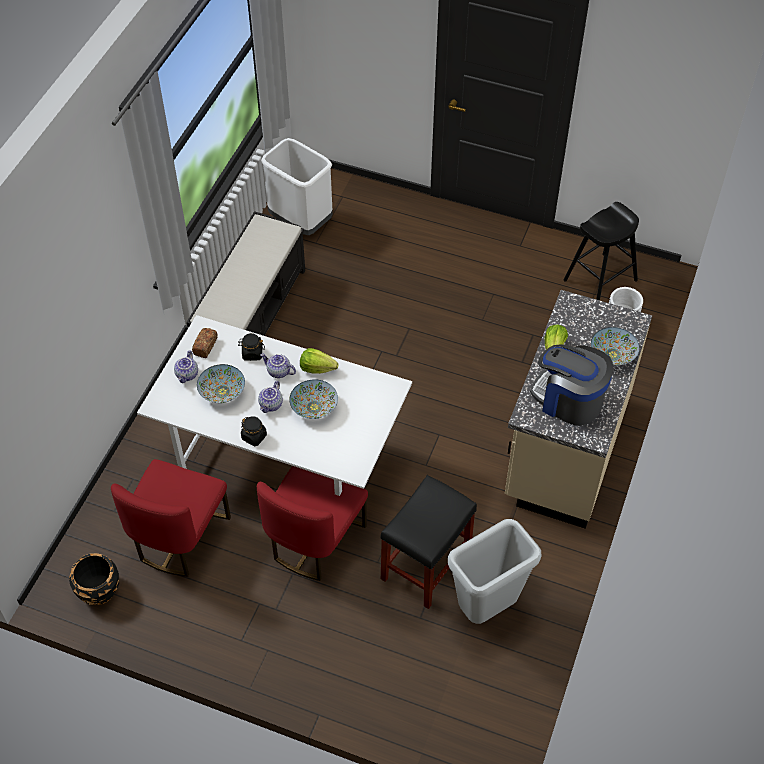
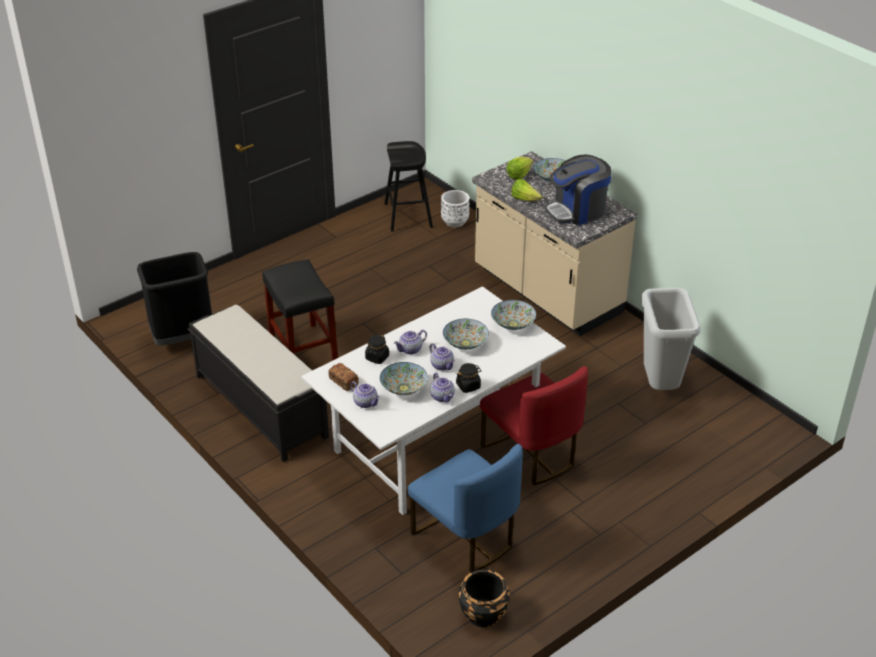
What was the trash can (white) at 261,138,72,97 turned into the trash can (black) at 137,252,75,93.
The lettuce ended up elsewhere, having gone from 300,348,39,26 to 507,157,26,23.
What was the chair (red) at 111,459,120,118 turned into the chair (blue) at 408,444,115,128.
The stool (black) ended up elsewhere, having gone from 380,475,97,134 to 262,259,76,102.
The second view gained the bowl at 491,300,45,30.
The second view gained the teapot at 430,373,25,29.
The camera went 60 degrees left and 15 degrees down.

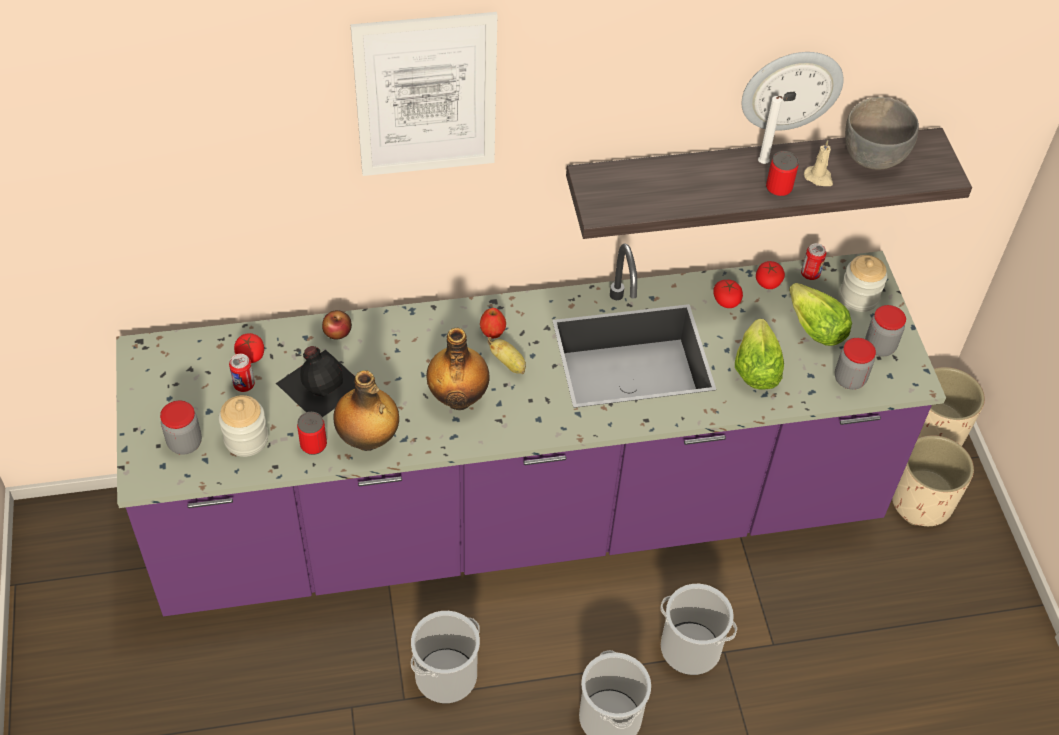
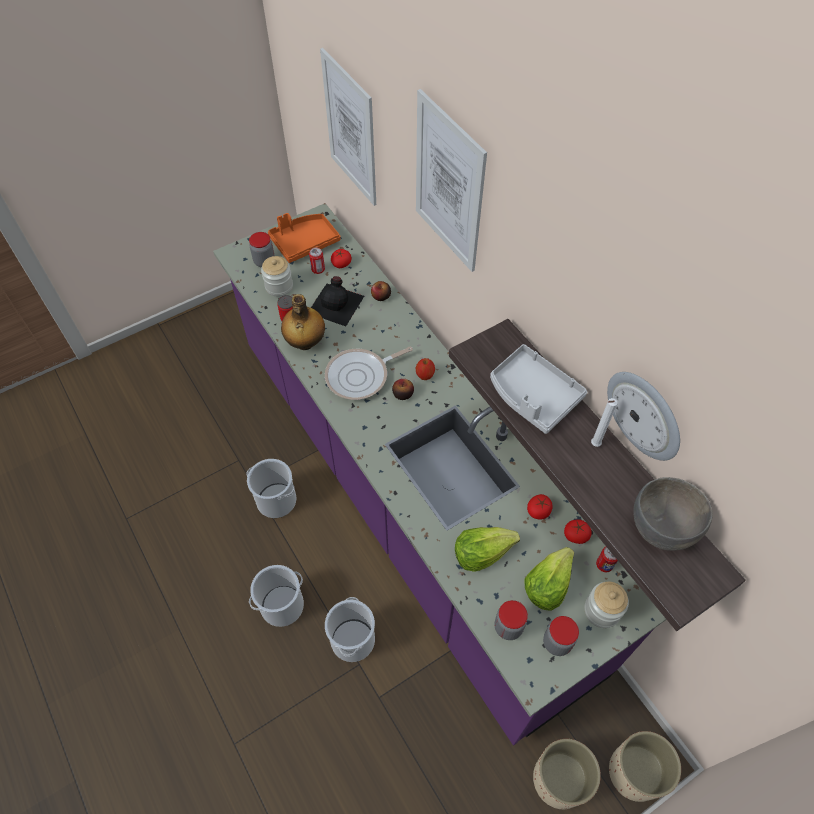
The second view lost the candle (beige) at 804,140,29,46.
The second view lost the can at 766,151,33,46.
Where the bottle stood at 426,328,64,82, the frying pan came to stand at 325,347,88,53.
Where the banana stood at 487,337,39,37, the apple came to stand at 392,379,22,21.
The second view gained the picture at 320,48,56,158.
The second view gained the tray (orange) at 268,213,73,50.
The second view gained the tray (grey) at 490,344,97,90.
The camera went 70 degrees right and 5 degrees up.

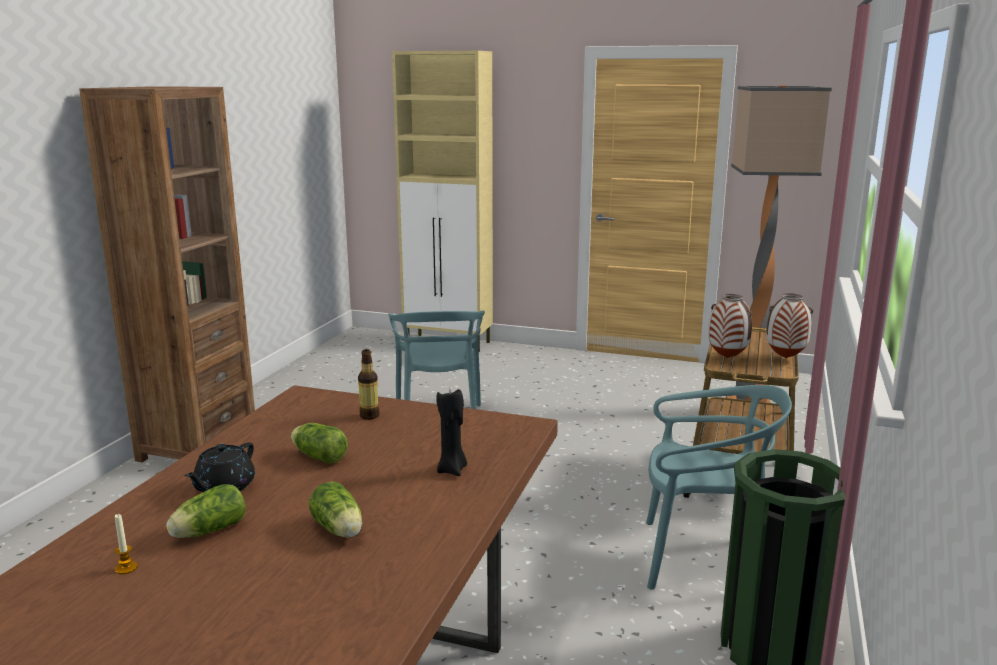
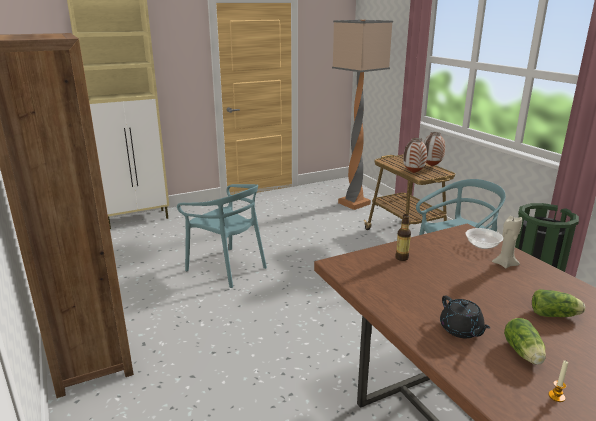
What was the candle (black) at 437,389,30,87 turned into the candle (beige) at 492,216,30,53.
The second view lost the lettuce at 291,423,57,41.
The second view gained the bowl at 466,228,37,21.
The camera went 45 degrees left and 5 degrees up.

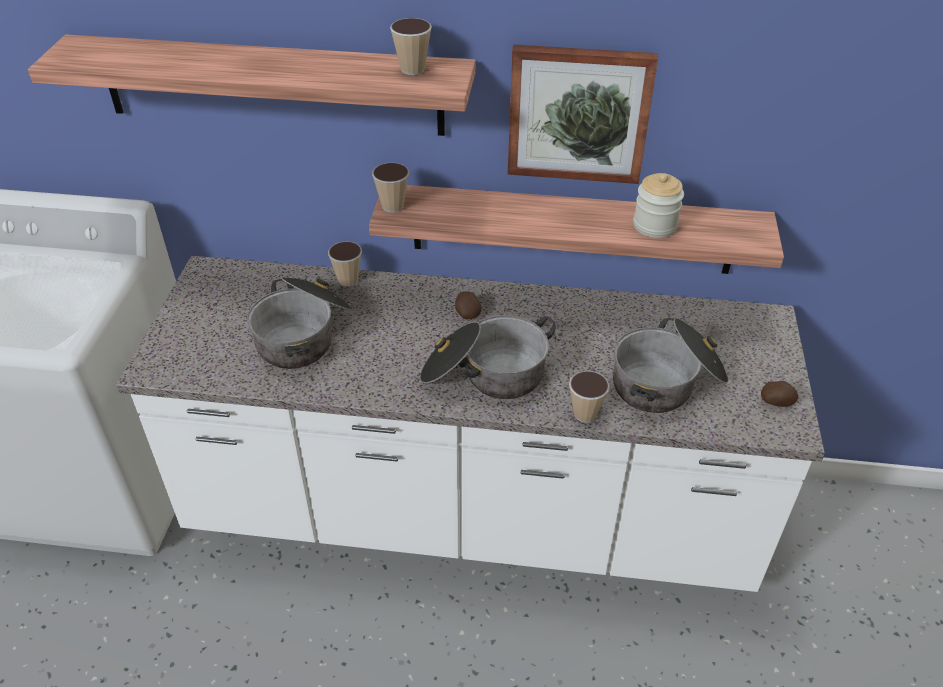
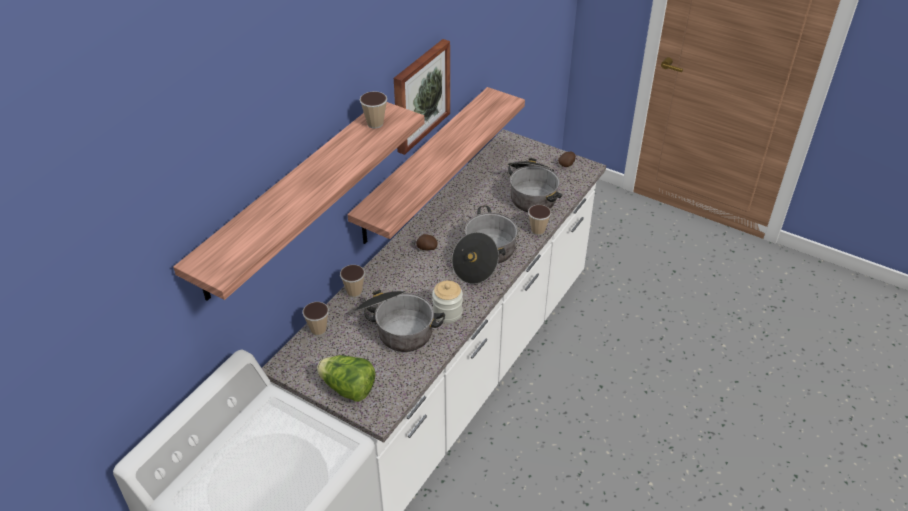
The cup ended up elsewhere, having gone from 372,163,37,50 to 302,302,27,34.
The jar ended up elsewhere, having gone from 633,173,51,65 to 432,281,31,42.
The second view gained the lettuce at 317,355,58,47.
The camera went 65 degrees left and 0 degrees up.

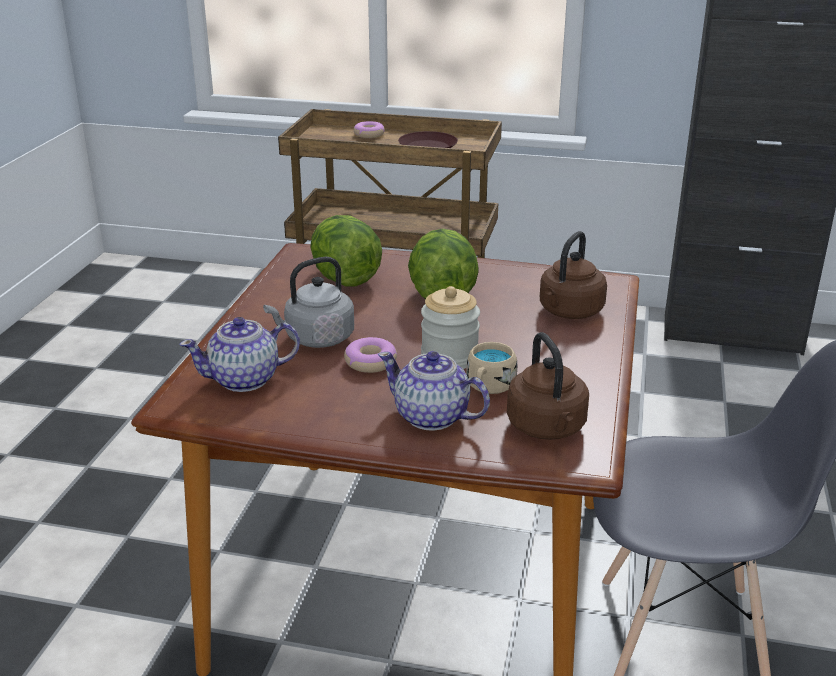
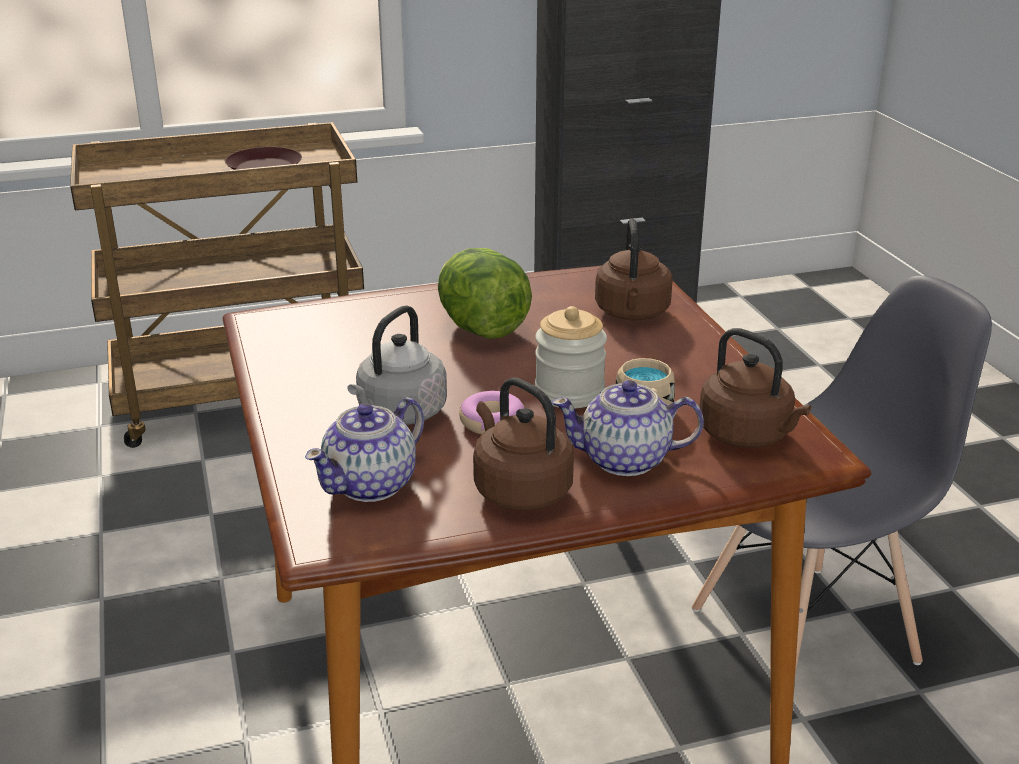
The second view lost the donut at 354,121,31,17.
The second view lost the lettuce at 310,215,72,72.
The second view gained the kettle (brown) at 473,378,101,133.
The camera went 30 degrees left and 0 degrees up.

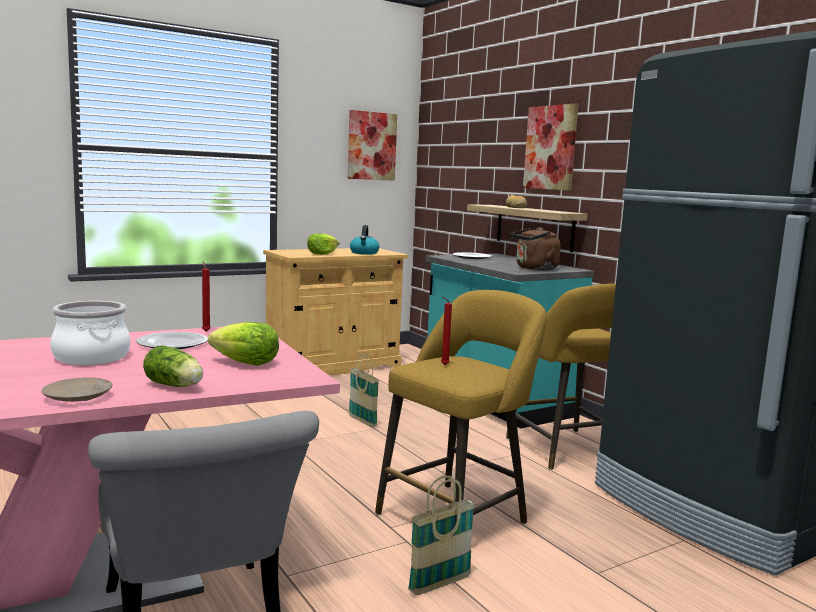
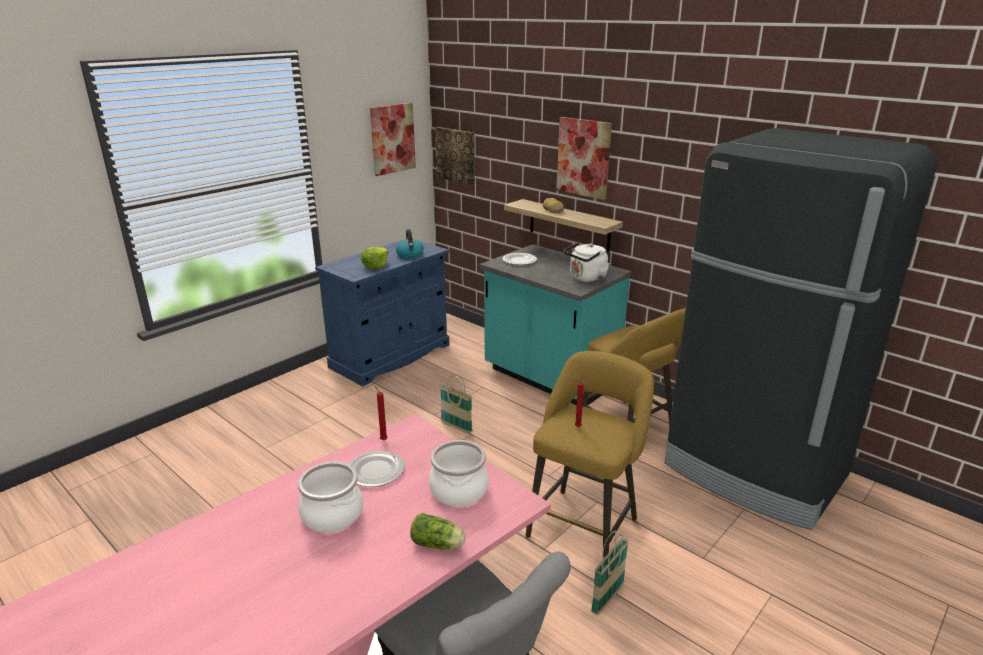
What was the kettle (brown) at 510,227,51,43 turned into the kettle (white) at 564,242,45,40.
What was the cabinet (beige) at 263,248,145,127 turned into the cabinet (blue) at 315,238,134,148.
Where the lettuce stood at 208,322,71,44, the cooking pot came to stand at 429,440,60,67.
The second view lost the plate (beige) at 41,377,71,25.
The second view gained the picture at 435,127,40,58.
The camera went 15 degrees left and 15 degrees up.

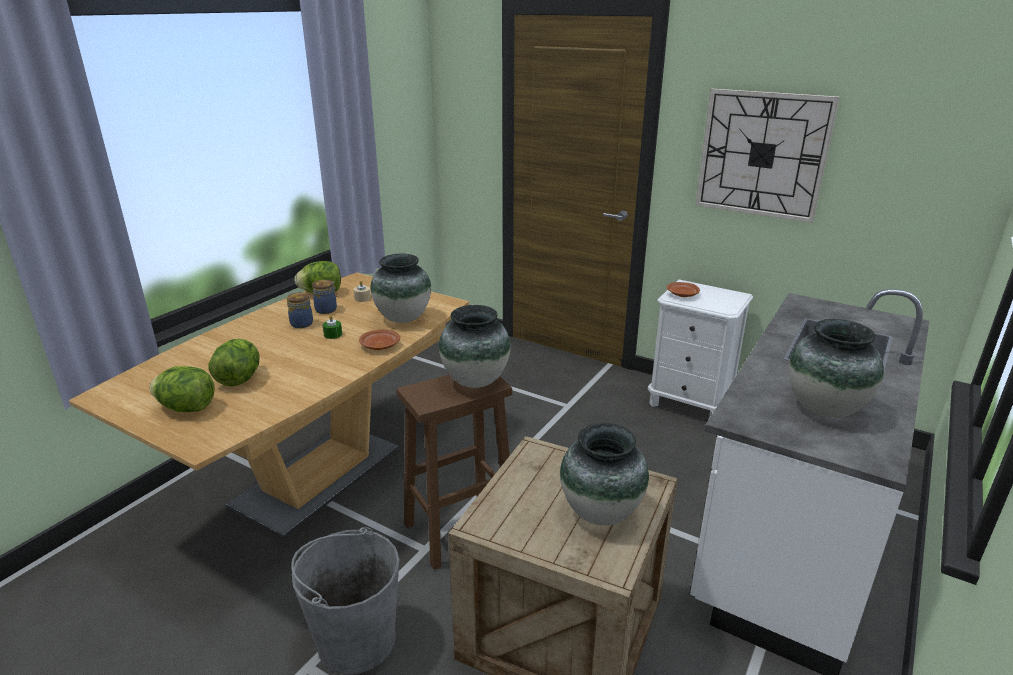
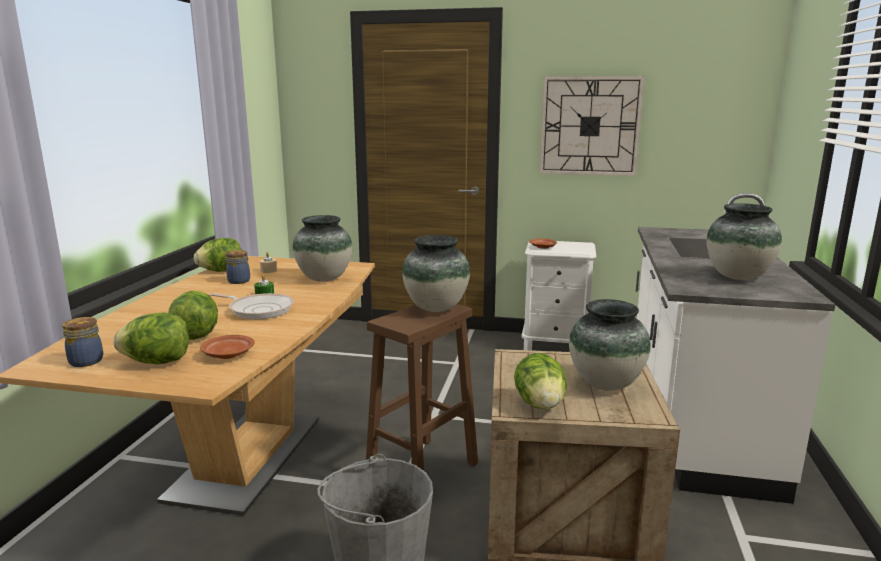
The jar ended up elsewhere, having gone from 287,292,26,36 to 62,317,41,50.
The plate (brown) ended up elsewhere, having gone from 359,330,41,20 to 200,335,55,24.
The second view gained the frying pan at 209,293,85,26.
The second view gained the lettuce at 514,353,53,56.
The camera went 20 degrees left and 10 degrees down.

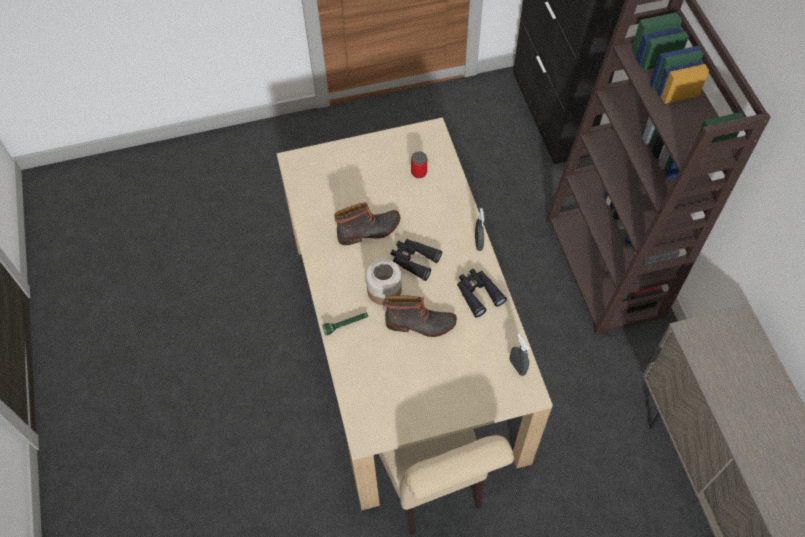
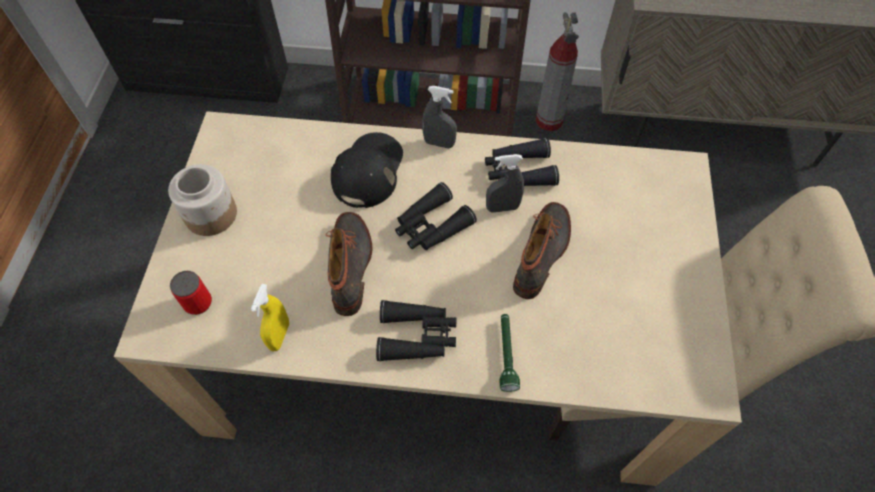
The can ended up elsewhere, having gone from 411,152,16,26 to 170,271,42,44.
The jar ended up elsewhere, having gone from 366,259,36,46 to 168,164,69,72.
The spray bottle (grey) ended up elsewhere, having gone from 510,334,19,42 to 486,154,38,59.
The second view gained the fire extinguisher at 536,12,43,119.
The second view gained the cap (black) at 331,132,72,76.
The second view gained the spray bottle (yellow) at 251,284,38,67.
The second view gained the binoculars (black) at 376,300,80,62.
The camera went 70 degrees left and 0 degrees up.

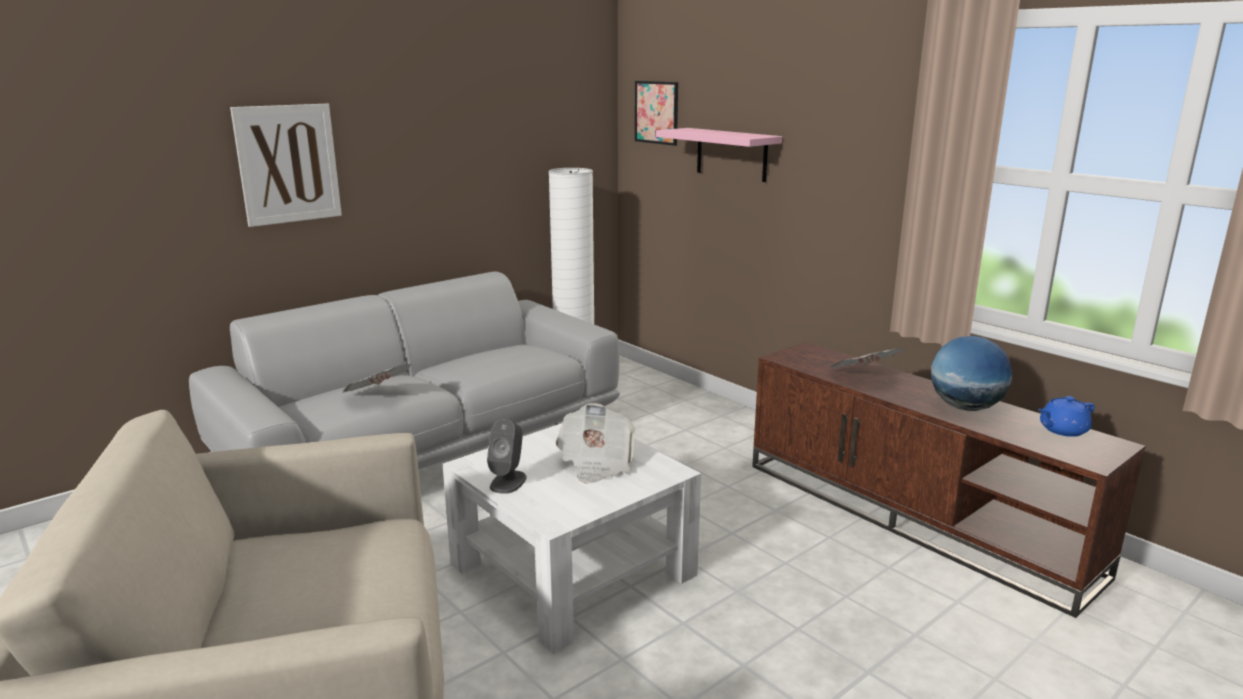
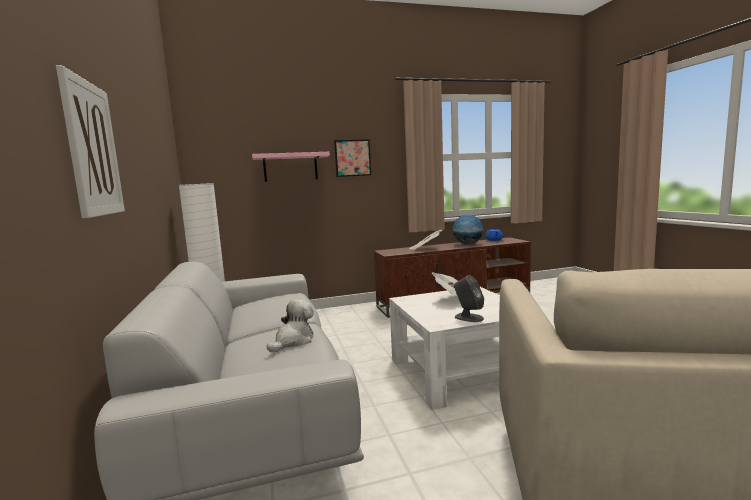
The picture ended up elsewhere, having gone from 635,81,43,65 to 334,139,37,38.
Where the newspaper stood at 342,364,69,29, the plush toy came to stand at 267,299,47,53.
The camera went 65 degrees left and 10 degrees down.

